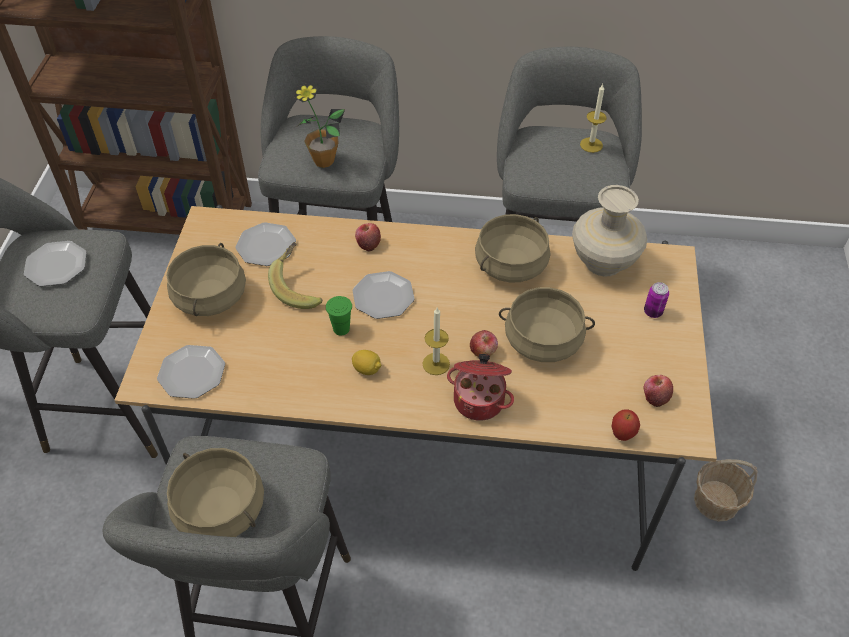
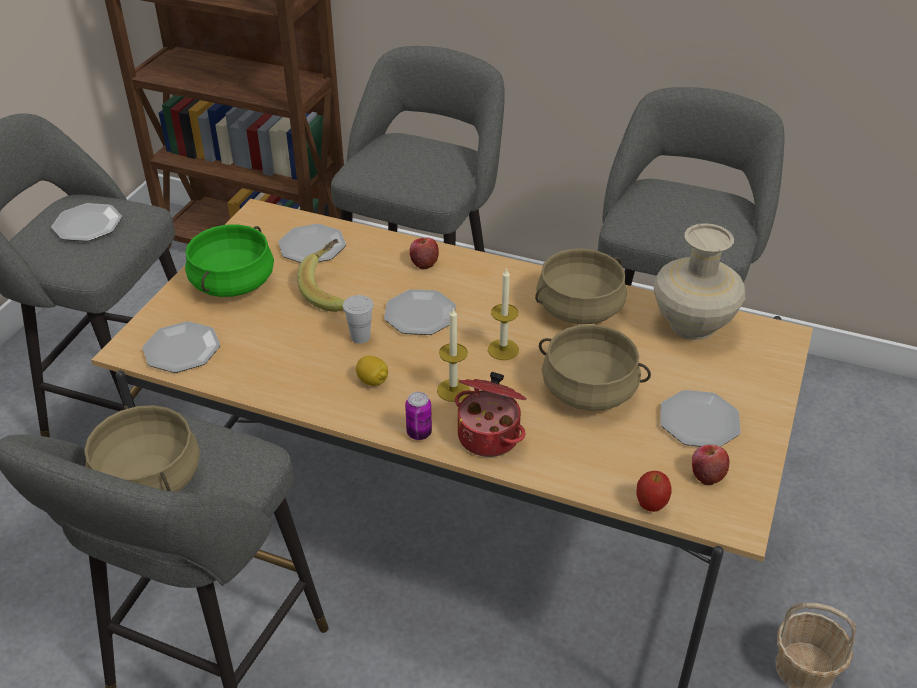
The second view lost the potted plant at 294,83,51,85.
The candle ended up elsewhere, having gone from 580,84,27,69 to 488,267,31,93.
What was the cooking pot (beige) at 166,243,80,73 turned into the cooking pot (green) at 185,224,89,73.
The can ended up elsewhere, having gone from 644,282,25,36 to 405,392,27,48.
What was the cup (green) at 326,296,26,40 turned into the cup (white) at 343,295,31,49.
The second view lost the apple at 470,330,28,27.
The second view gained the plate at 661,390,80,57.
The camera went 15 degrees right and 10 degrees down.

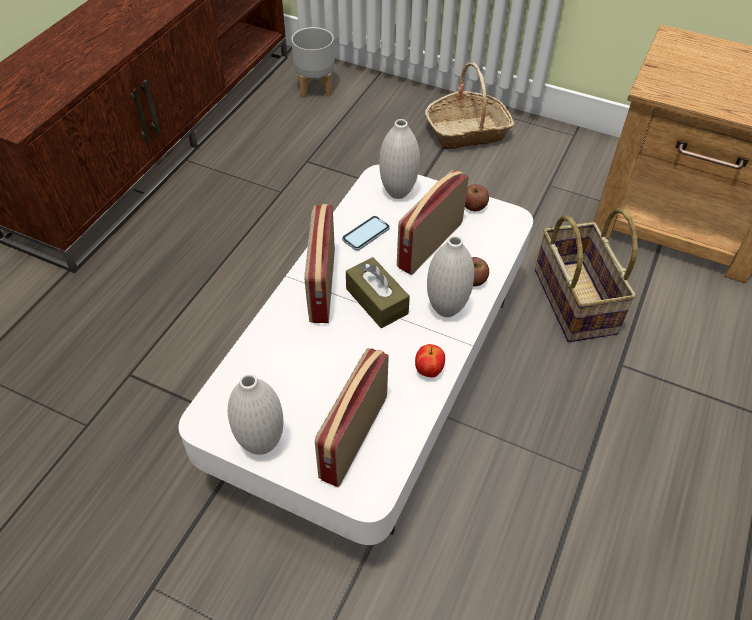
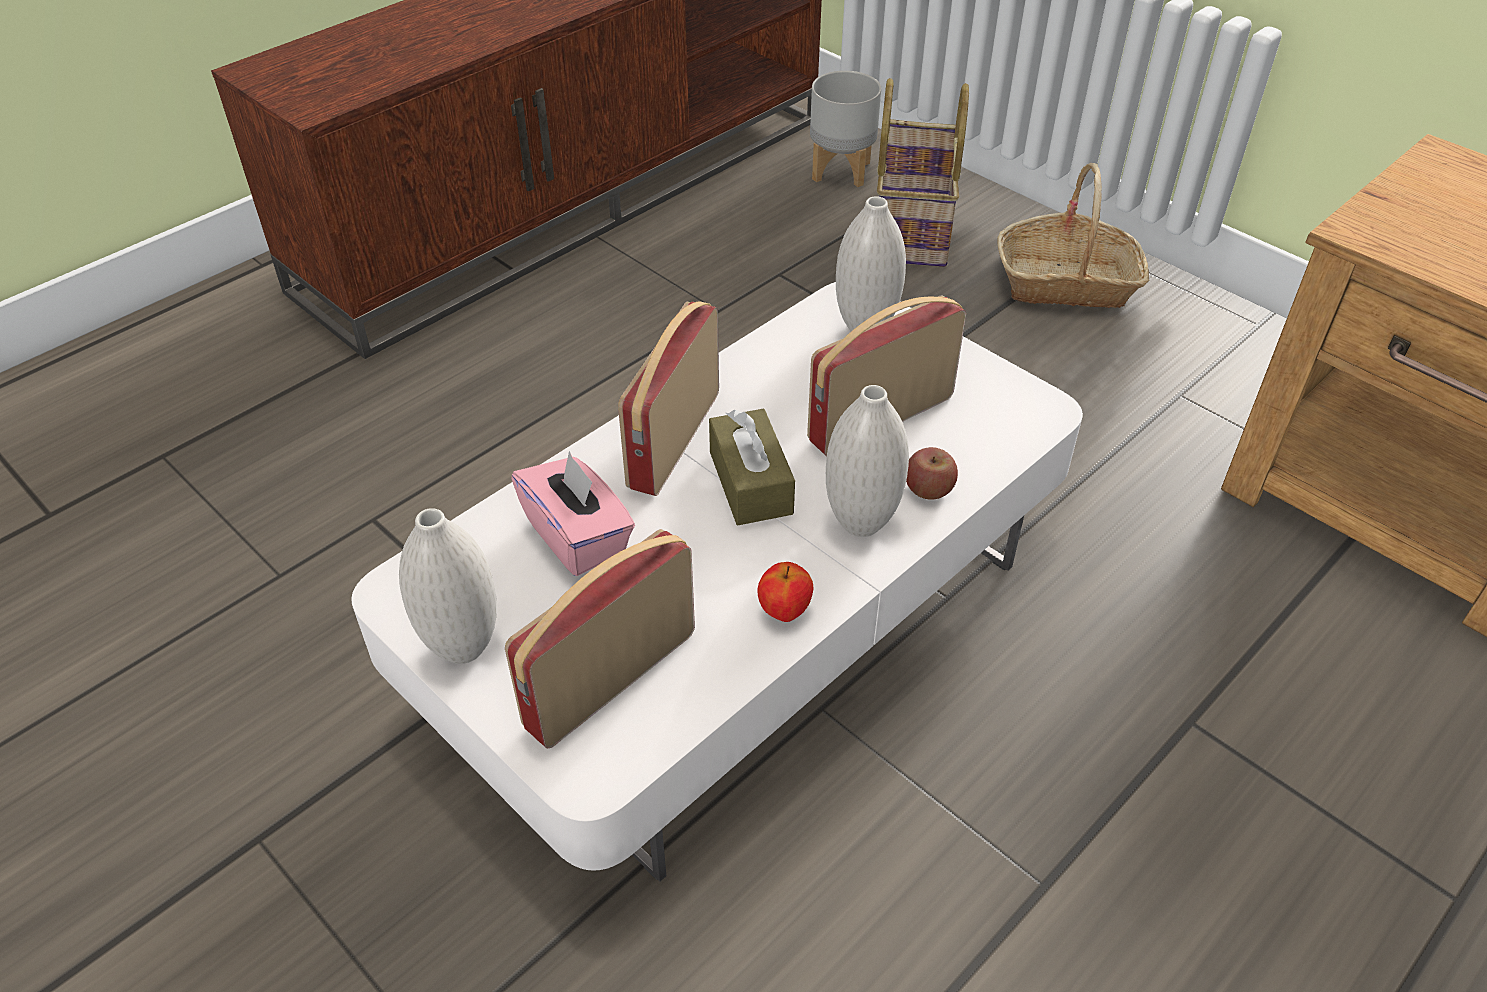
The second view lost the apple at 465,184,24,27.
The basket ended up elsewhere, having gone from 535,208,103,134 to 877,78,92,189.
The second view lost the phone at 342,216,48,35.
The second view gained the tissue box (pink) at 511,451,124,125.
The camera went 20 degrees right and 5 degrees down.

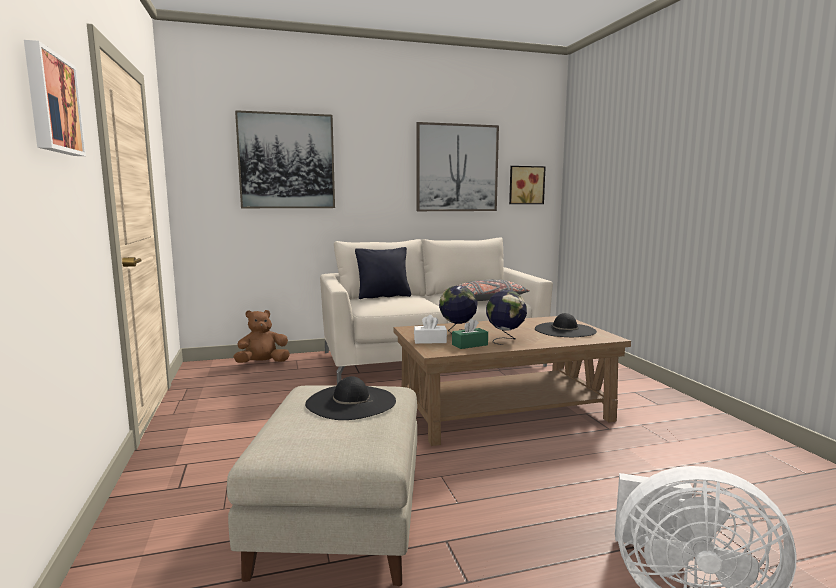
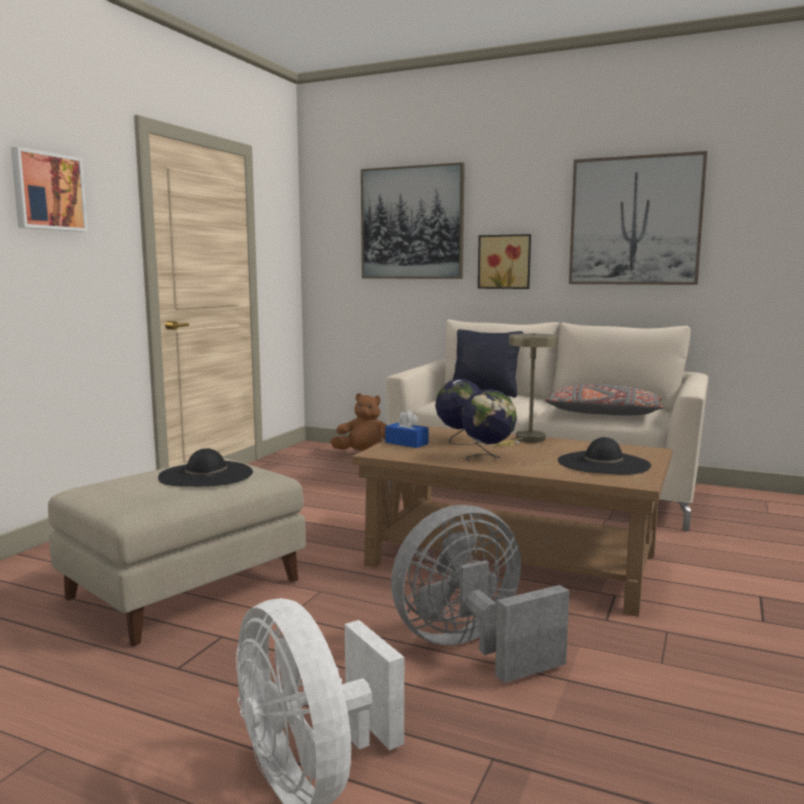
The picture ended up elsewhere, having gone from 509,166,37,38 to 478,234,53,55.
What was the tissue box (white) at 414,315,33,29 turned into the tissue box (blue) at 385,410,44,38.
The second view lost the tissue box (green) at 452,318,36,31.
The second view gained the table lamp (beige) at 494,333,65,114.
The second view gained the fan (grey) at 391,505,178,178.
The camera went 40 degrees right and 0 degrees up.

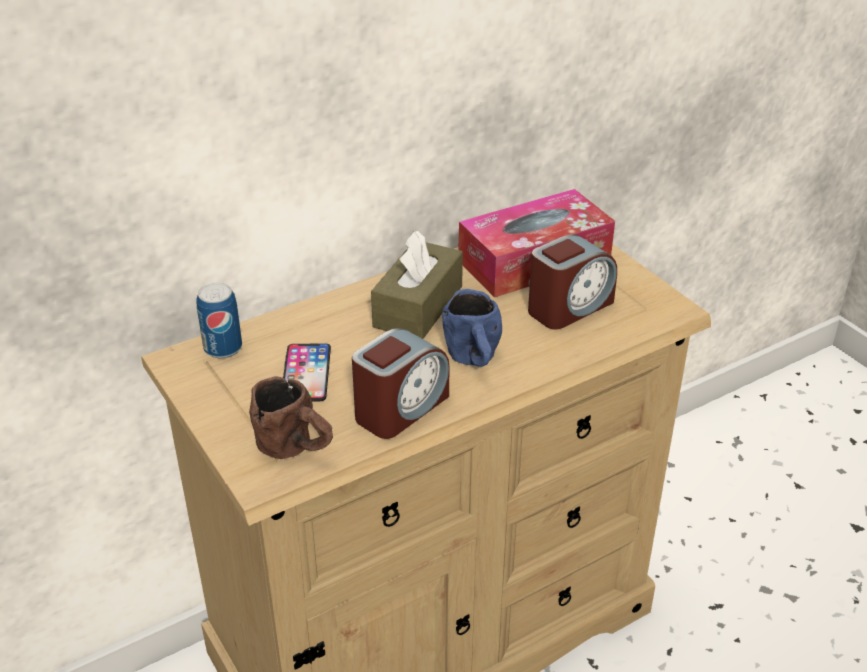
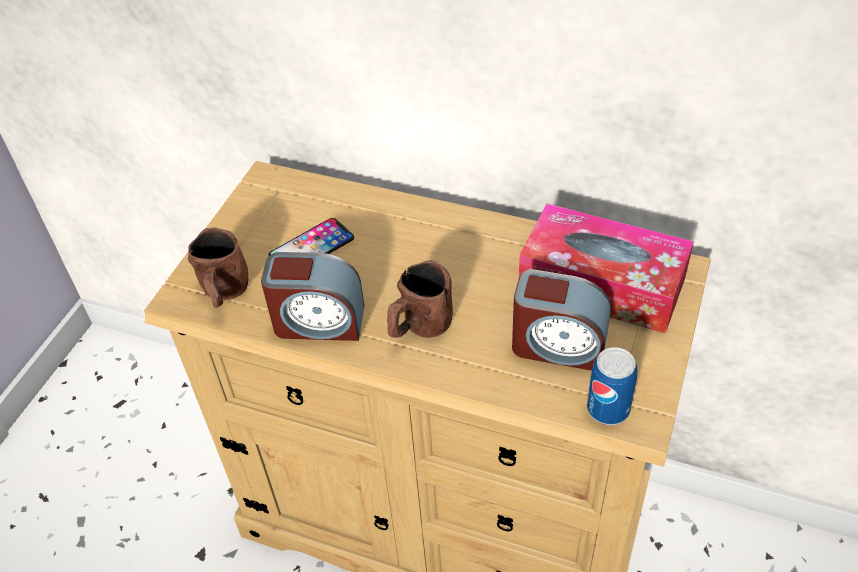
The second view lost the tissue box (brown) at 371,231,92,108.
The can ended up elsewhere, having gone from 196,282,46,76 to 587,347,50,78.
What was the mug (blue) at 442,289,60,78 turned into the mug (brown) at 387,260,66,78.
The camera went 55 degrees right and 10 degrees up.

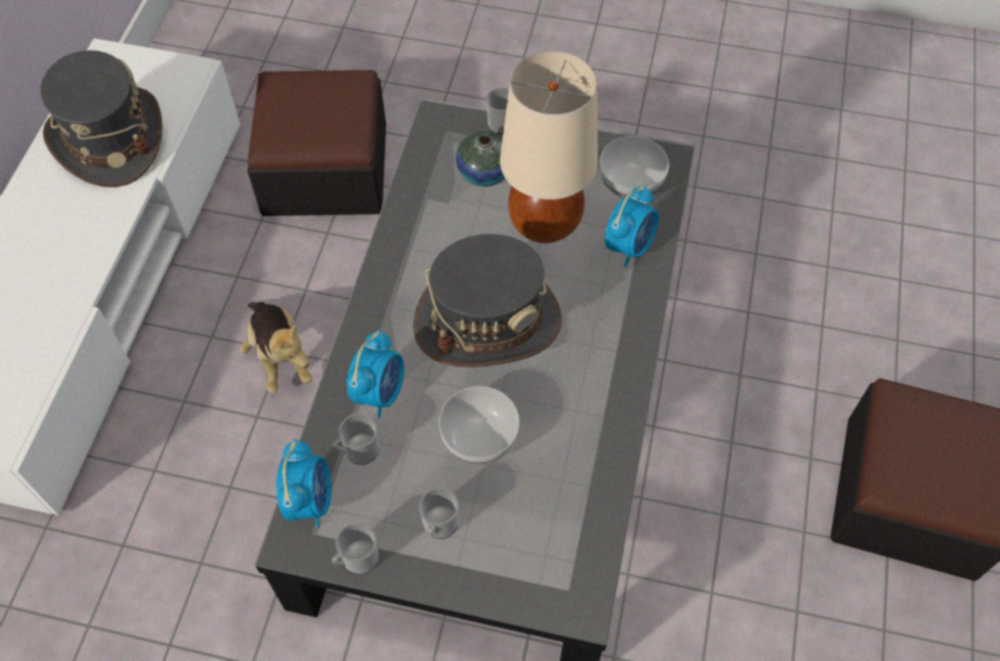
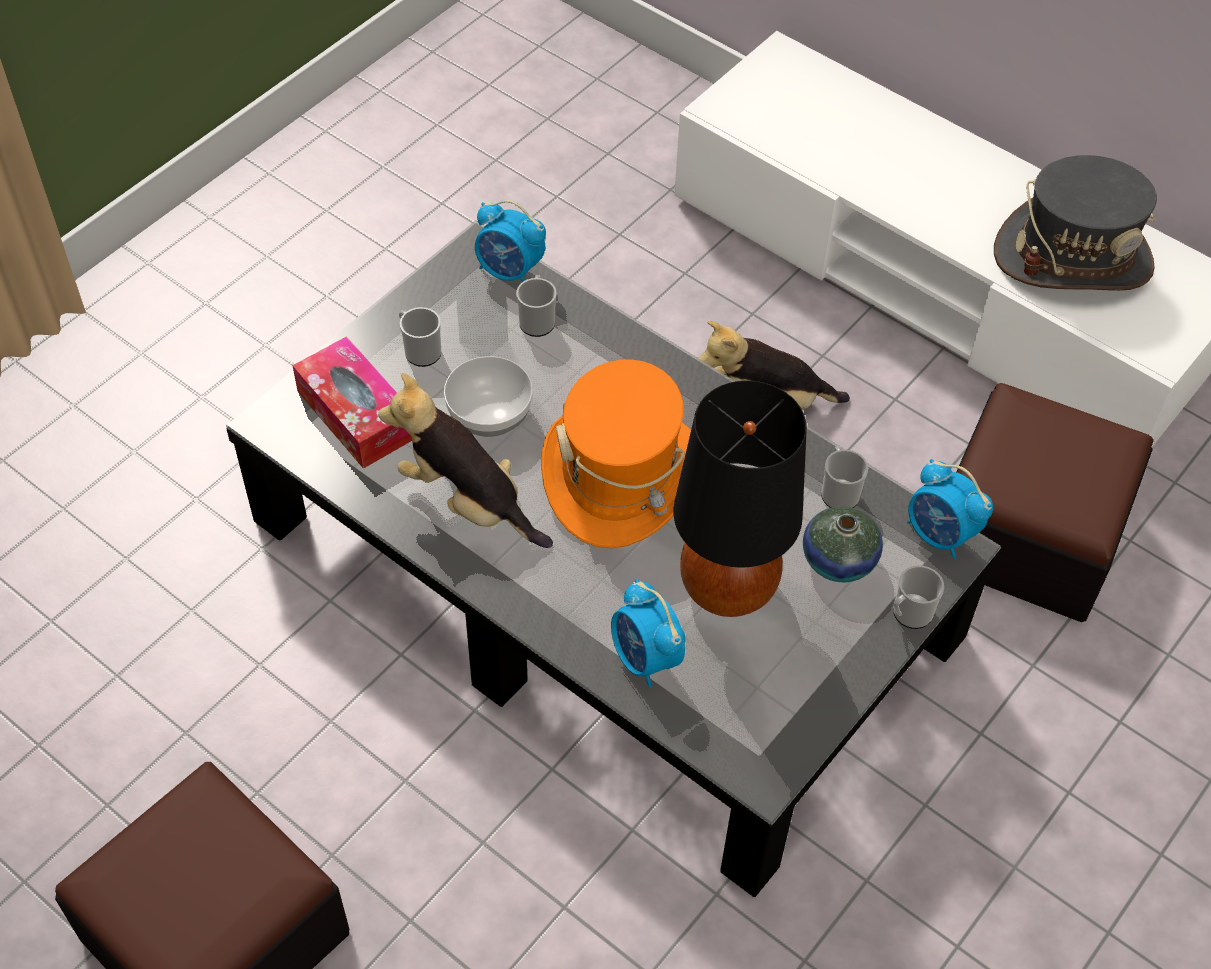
What was the table lamp (beige) at 500,51,98,192 turned into the table lamp (black) at 674,380,133,237.
The second view lost the bowl at 599,136,70,62.
What was the hat (grey) at 413,234,149,133 turned into the hat (orange) at 541,359,150,189.
The alarm clock ended up elsewhere, having gone from 346,330,58,88 to 907,459,86,101.
The mug ended up elsewhere, having gone from 331,523,48,51 to 821,446,47,62.
The second view gained the tissue box at 292,336,120,133.
The second view gained the plush toy at 378,373,175,175.
The camera went 115 degrees right and 5 degrees down.

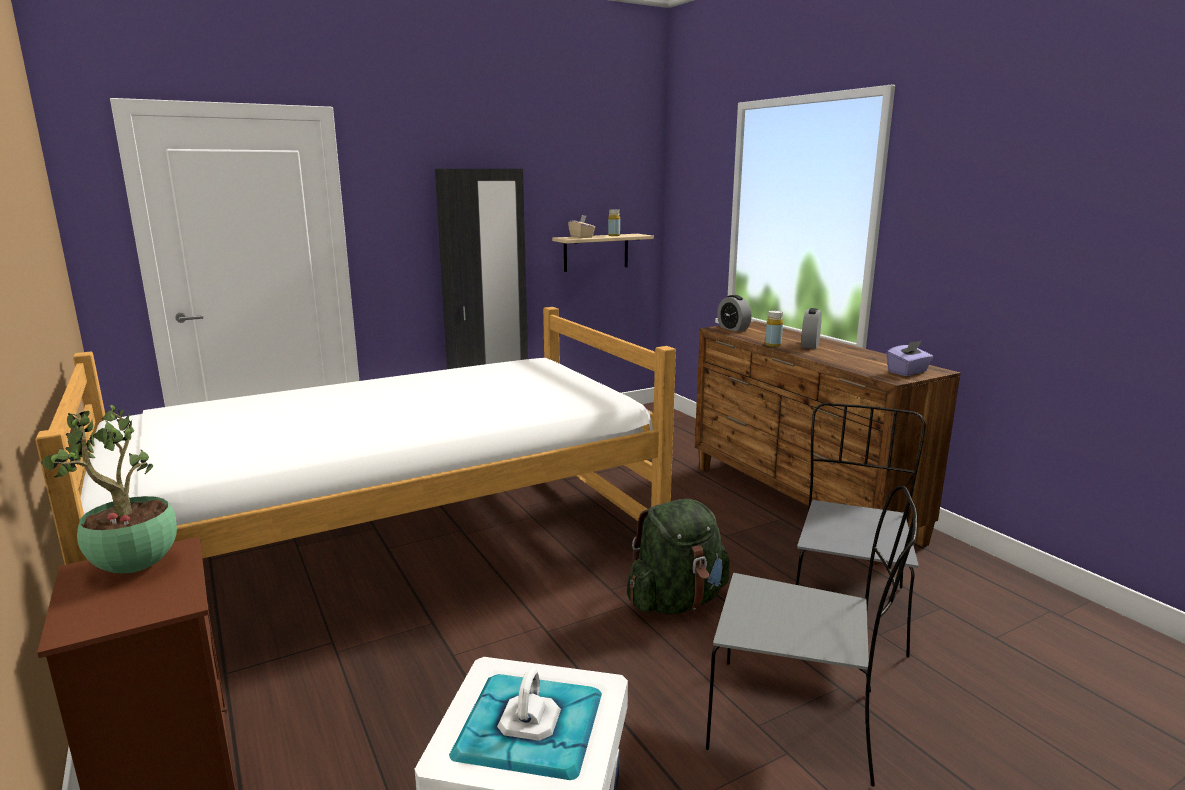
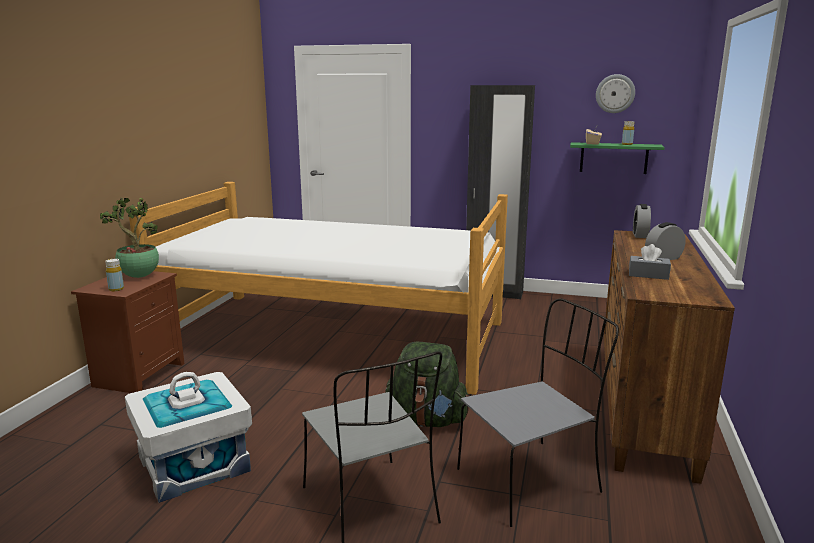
What was the shelf (beige) at 552,234,102,38 turned into the shelf (green) at 570,142,95,32.
The bottle (yellow) ended up elsewhere, having gone from 765,310,18,37 to 105,259,19,32.
The second view lost the tissue box (purple) at 886,341,47,35.
The second view gained the wall clock at 596,74,39,39.
The second view gained the tissue box (grey) at 629,244,42,36.
The camera went 45 degrees right and 0 degrees up.

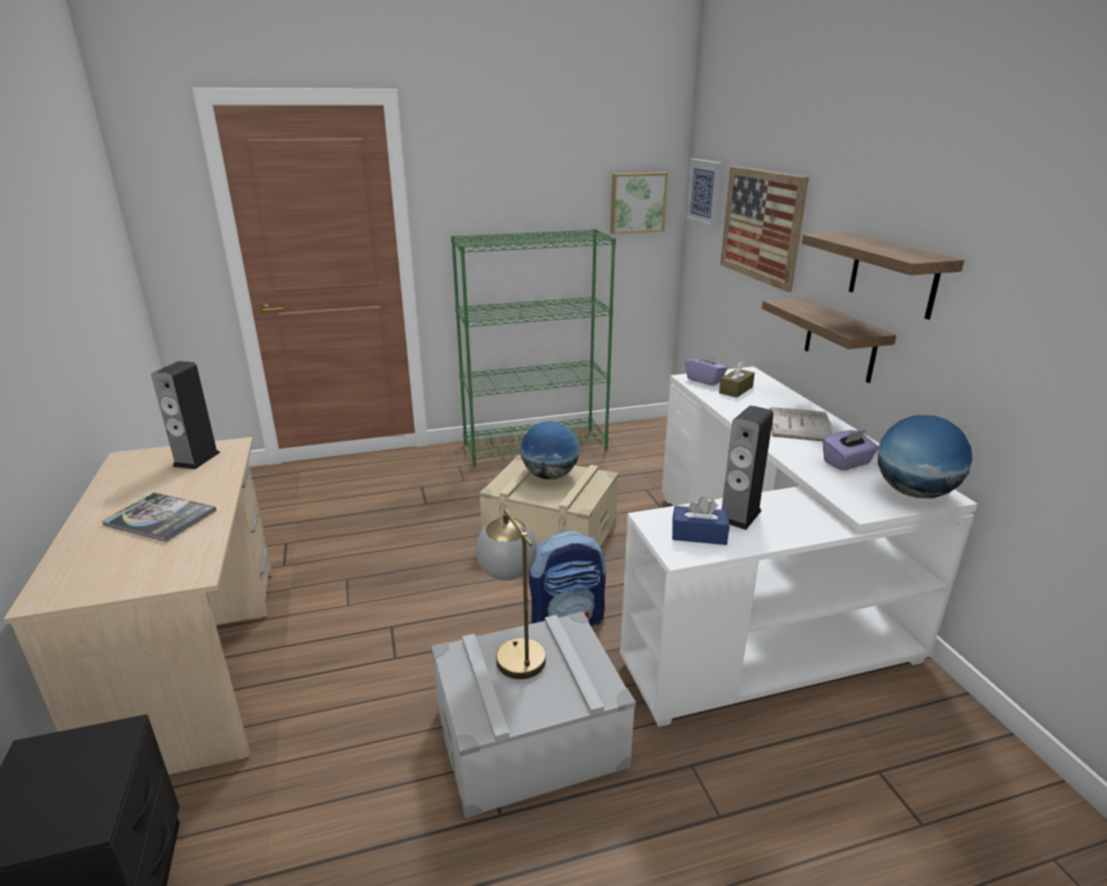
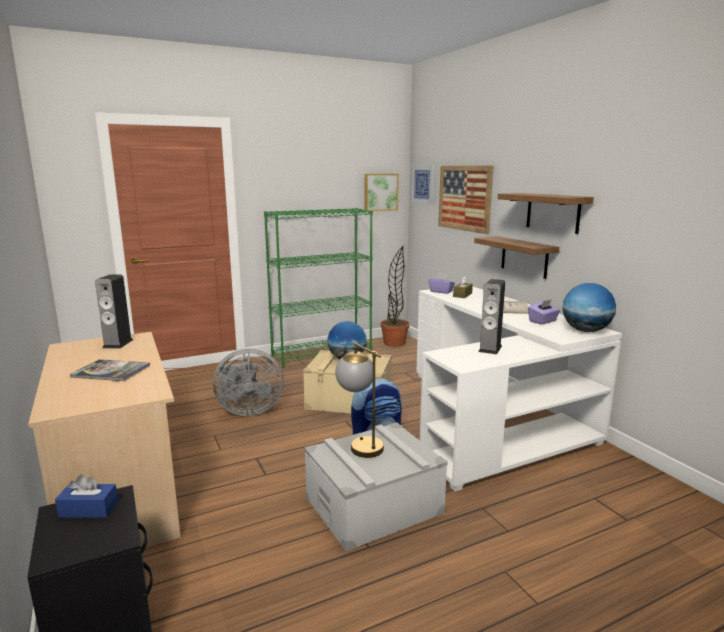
The tissue box (blue) ended up elsewhere, having gone from 672,496,58,49 to 55,474,63,44.
The second view gained the potted plant at 380,246,30,100.
The second view gained the fan (grey) at 212,349,72,67.
The camera went 10 degrees left and 10 degrees down.

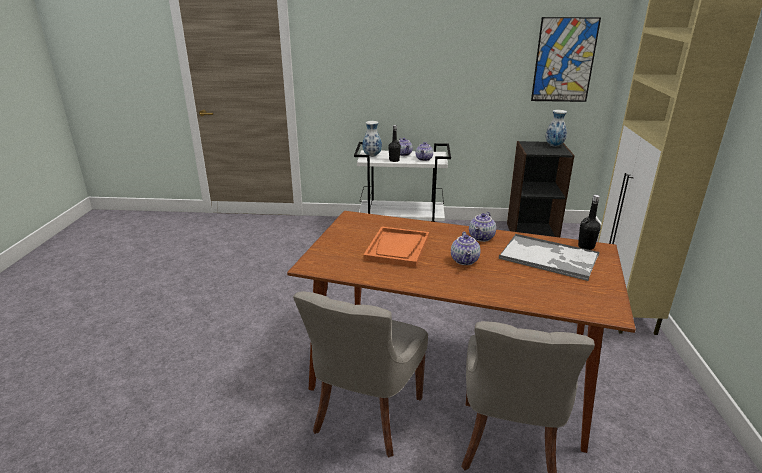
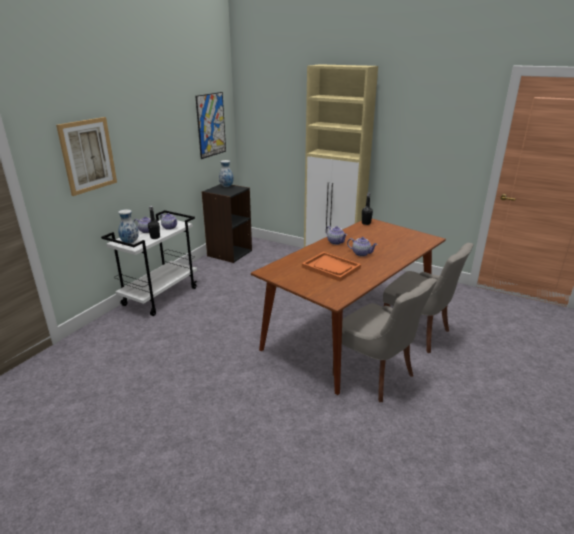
The second view lost the tray at 499,234,100,47.
The second view gained the picture at 56,117,61,79.
The camera went 65 degrees left and 0 degrees up.

